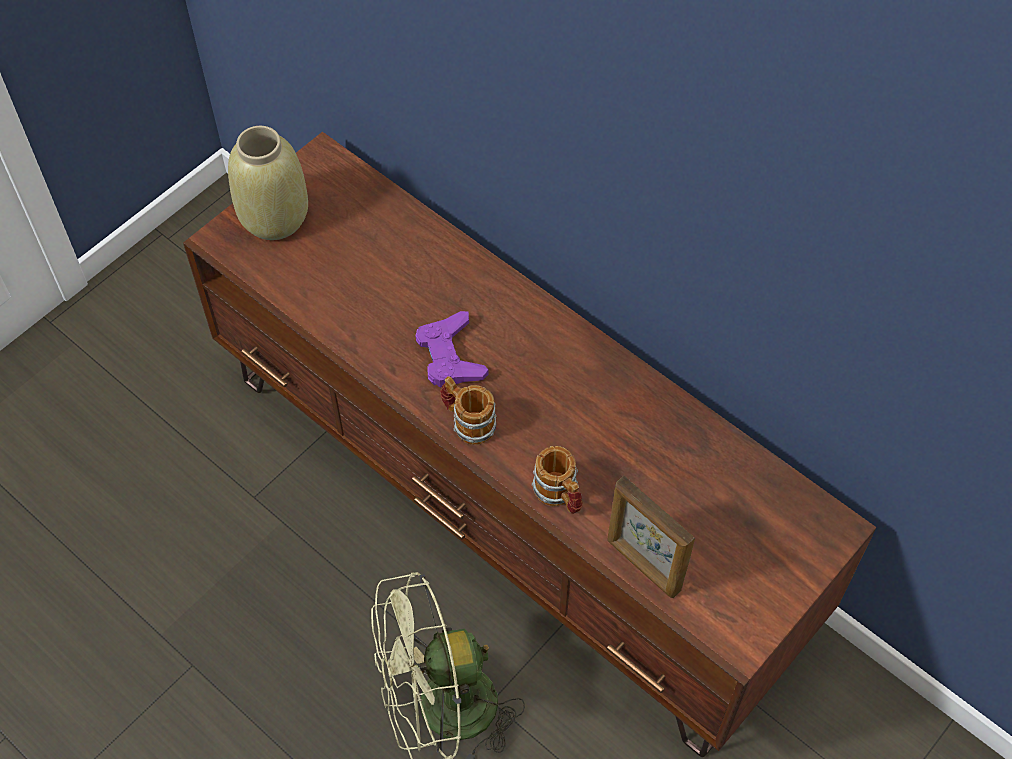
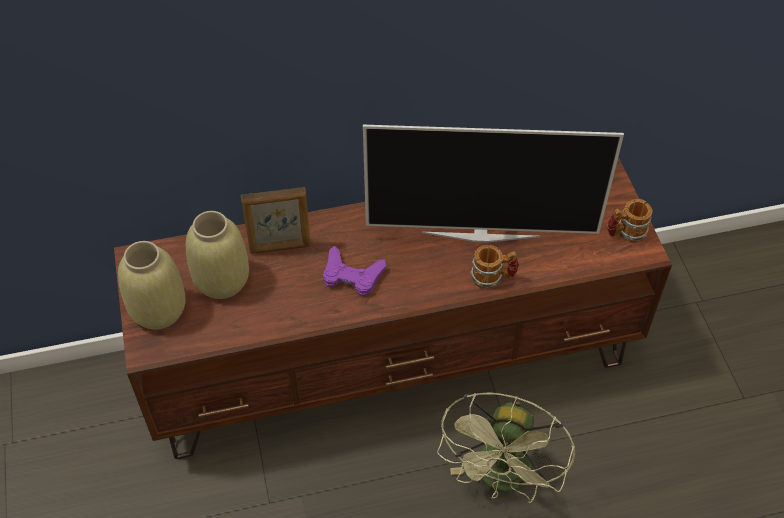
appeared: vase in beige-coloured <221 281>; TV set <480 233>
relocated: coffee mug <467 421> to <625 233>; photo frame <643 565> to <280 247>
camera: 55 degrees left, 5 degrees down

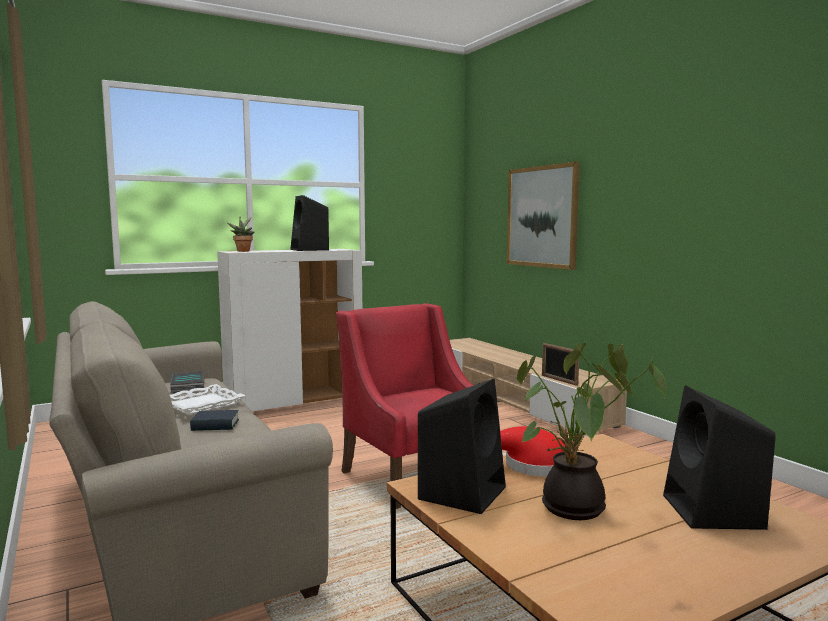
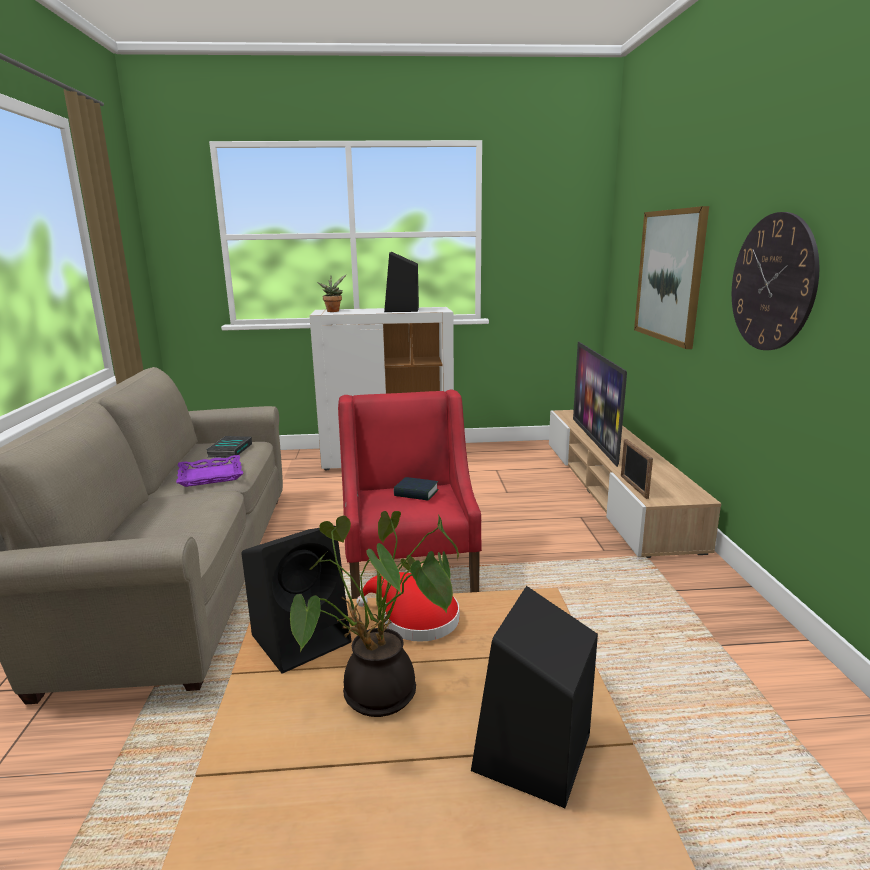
appeared: TV set <595 441>; wall clock <772 282>
relocated: volume <215 425> to <416 493>
colour: tray in white <201 404> to tray in purple-coloured <211 475>
camera: 25 degrees right, 10 degrees up

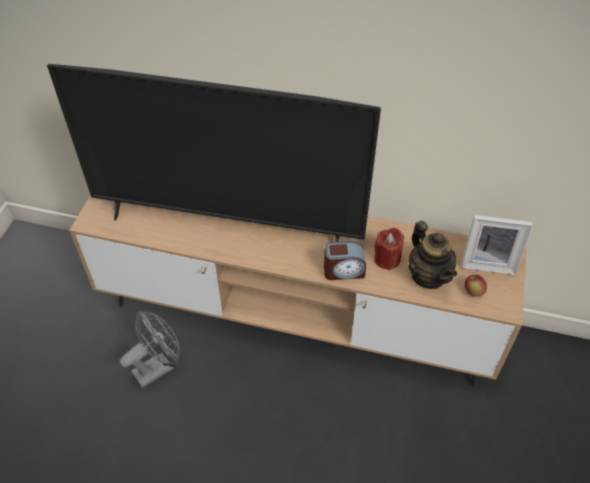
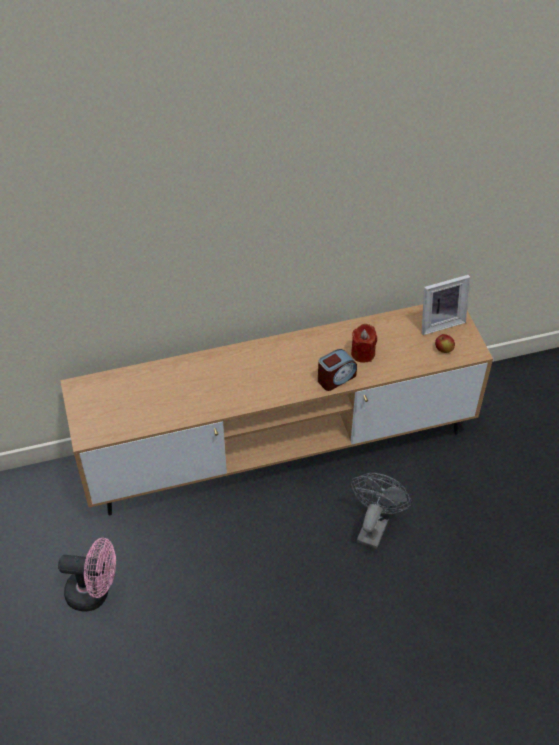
missing: TV set <226 225>; tea pot <428 276>
appeared: fan in pink <95 592>
relocated: fan in gray <158 367> to <374 526>
camera: 30 degrees left, 0 degrees up

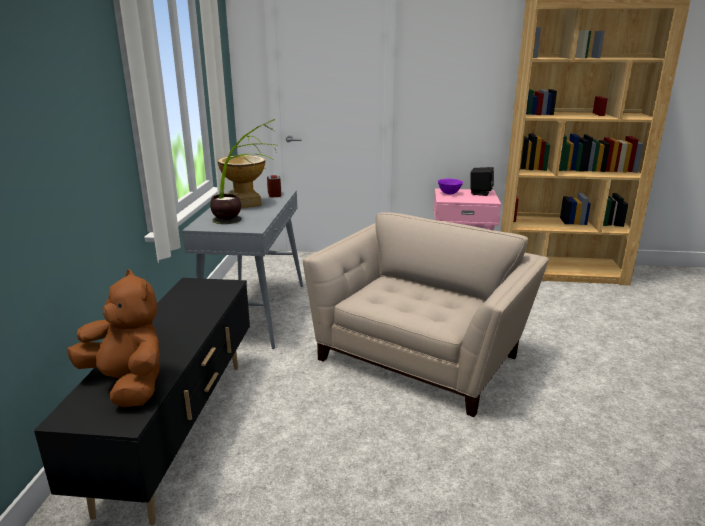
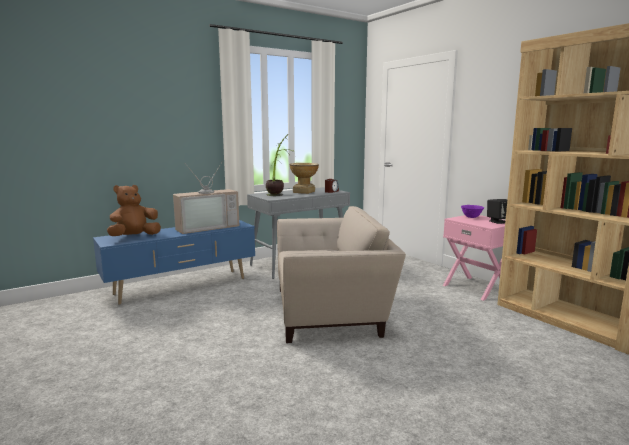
appeared: TV set <206 227>
colour: media console in blackish <179 429> to media console in bluish <182 286>
spun: cuddly toy in brownish <128 384> = <134 237> 135 degrees counterclockwise
camera: 50 degrees right, 10 degrees down

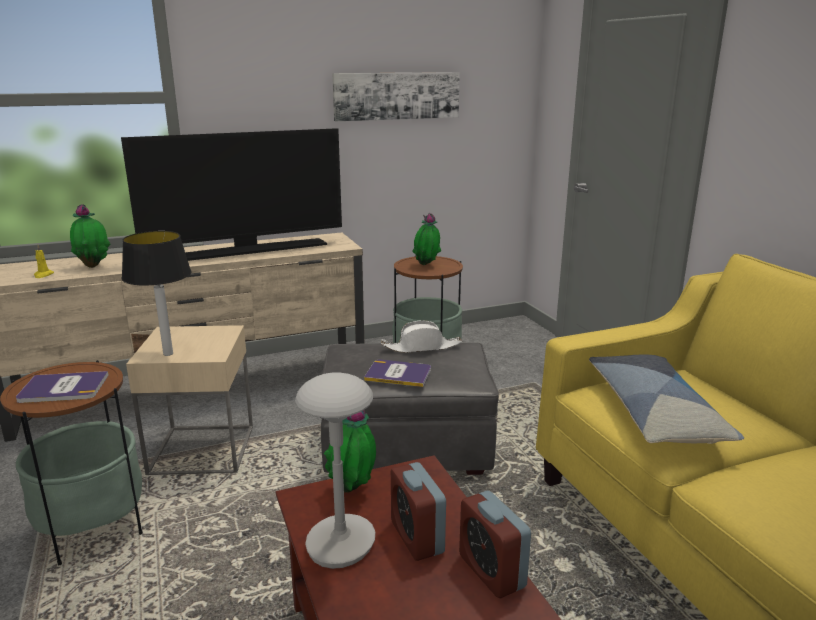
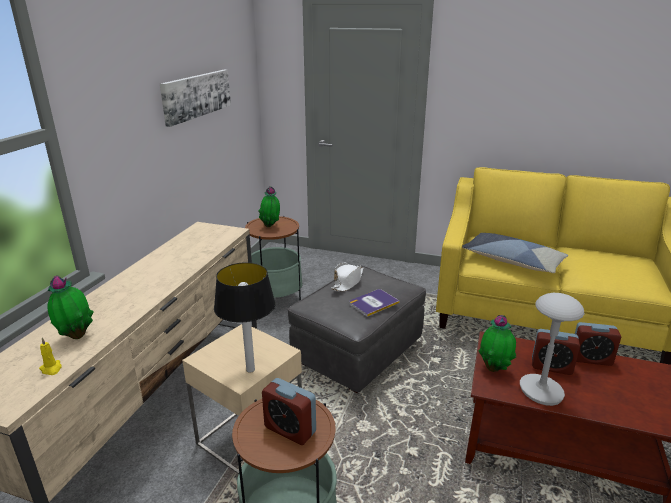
missing: TV set <247 251>
exchanged: volume <63 388> to alarm clock <290 429>
camera: 50 degrees left, 5 degrees up

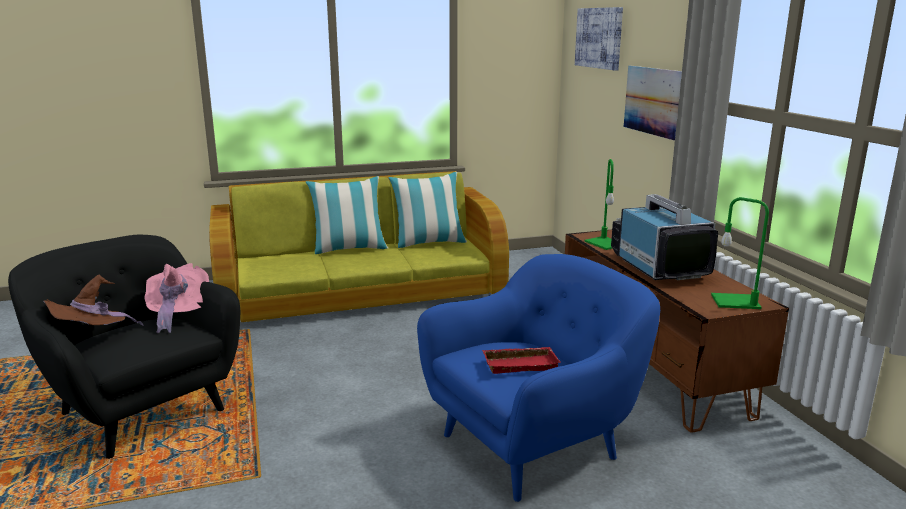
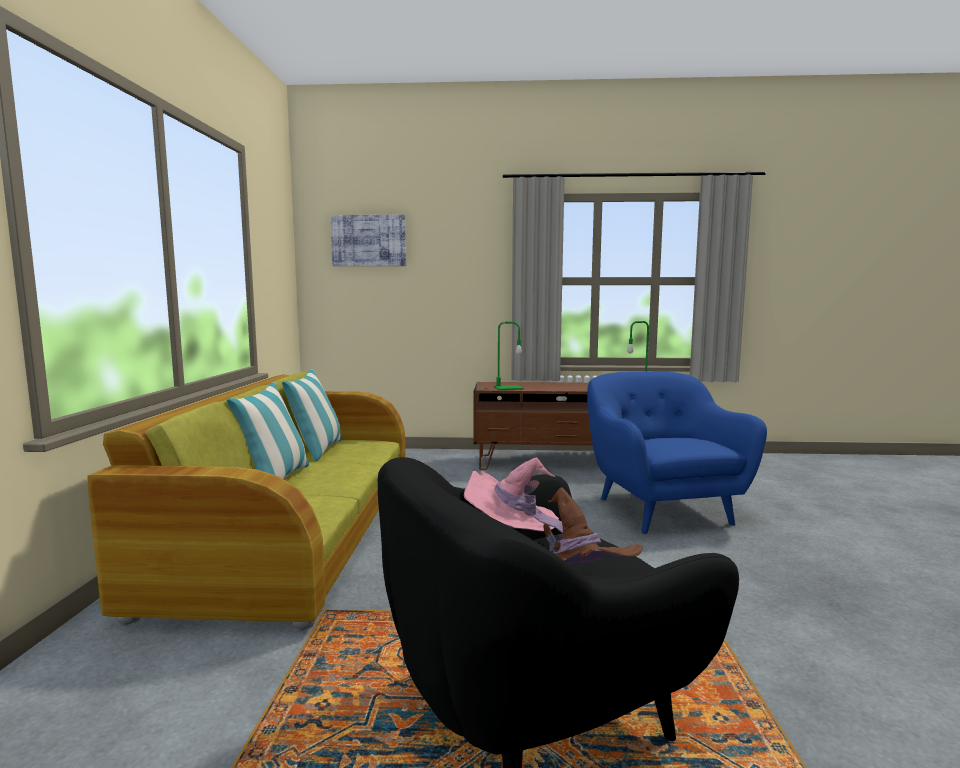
missing: tray in reddish <520 364>; TV set <658 267>; wall art <653 101>
camera: 70 degrees left, 10 degrees down

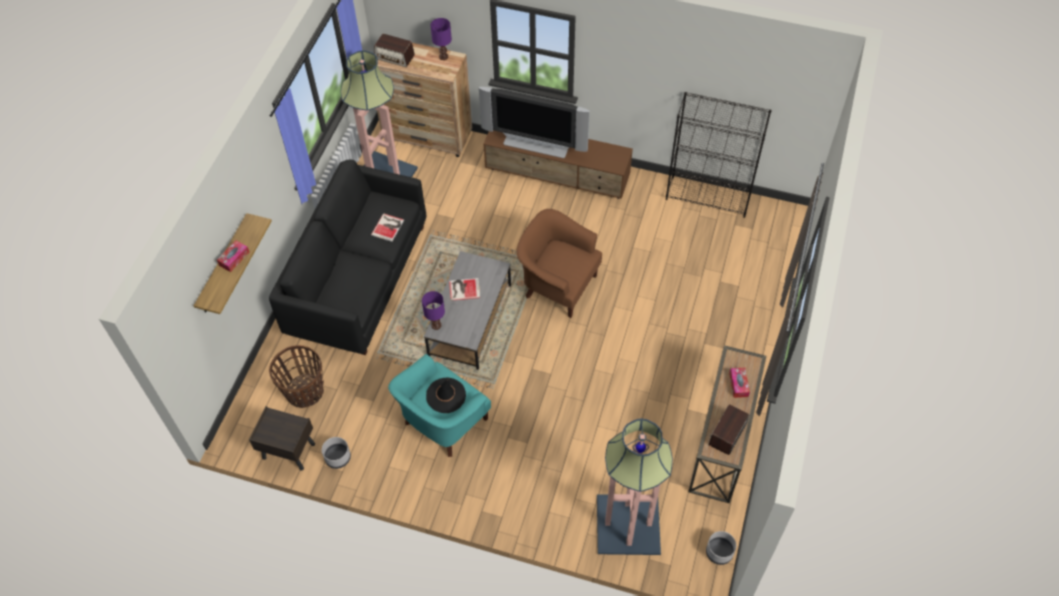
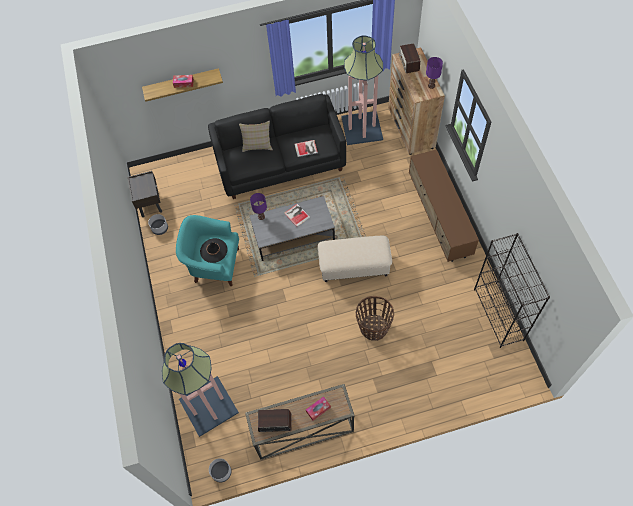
missing: TV set <536 145>
appeared: pillow in beige-coloured <257 144>
relocated: storage basket <304 392> to <373 328>
exchanged: lounge chair in brownish <557 285> to ottoman in beige-coloured <354 266>
camera: 60 degrees right, 5 degrees up

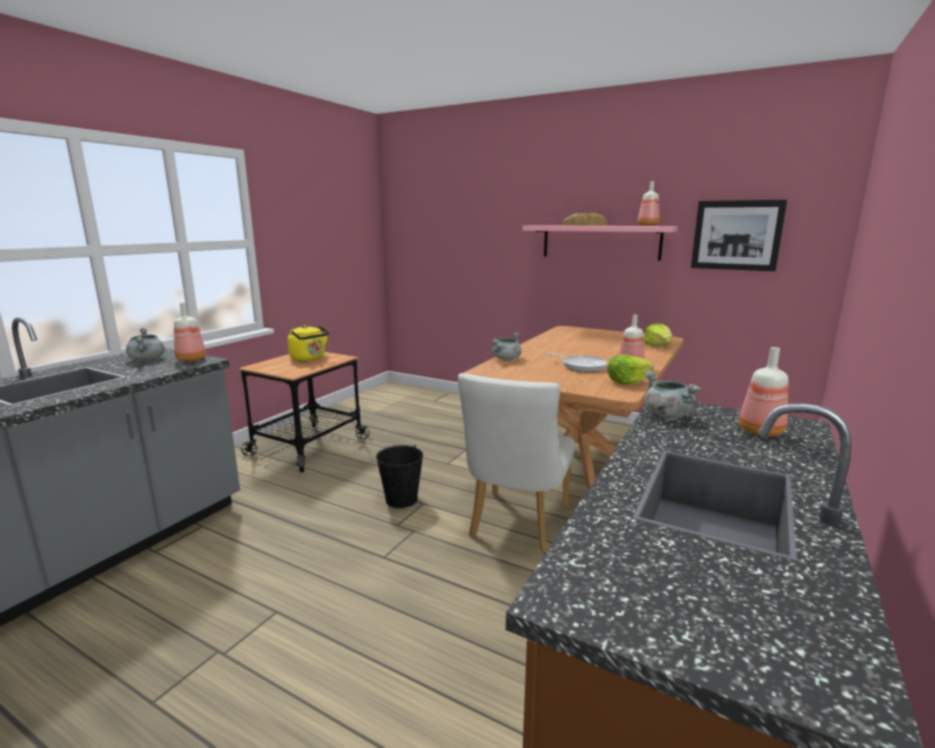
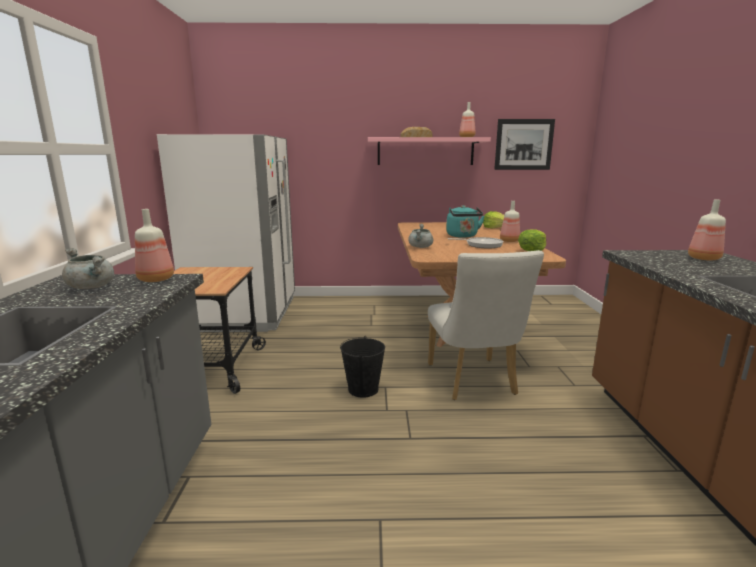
missing: tea kettle in yellowish <309 359>; cooking pot in gray <666 415>
appeared: refrigerator in white <245 313>; tea kettle in turquoise-coloured <463 236>
camera: 30 degrees left, 0 degrees up

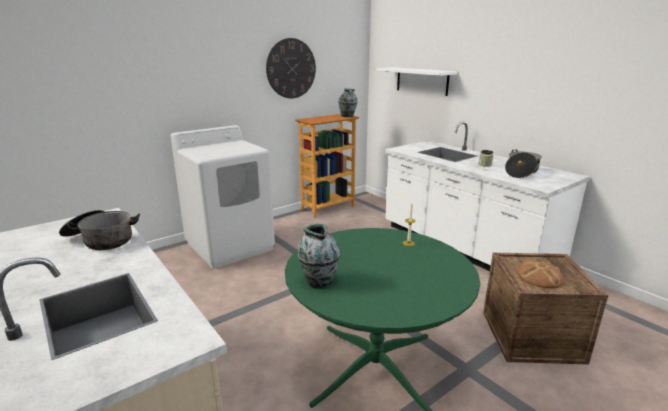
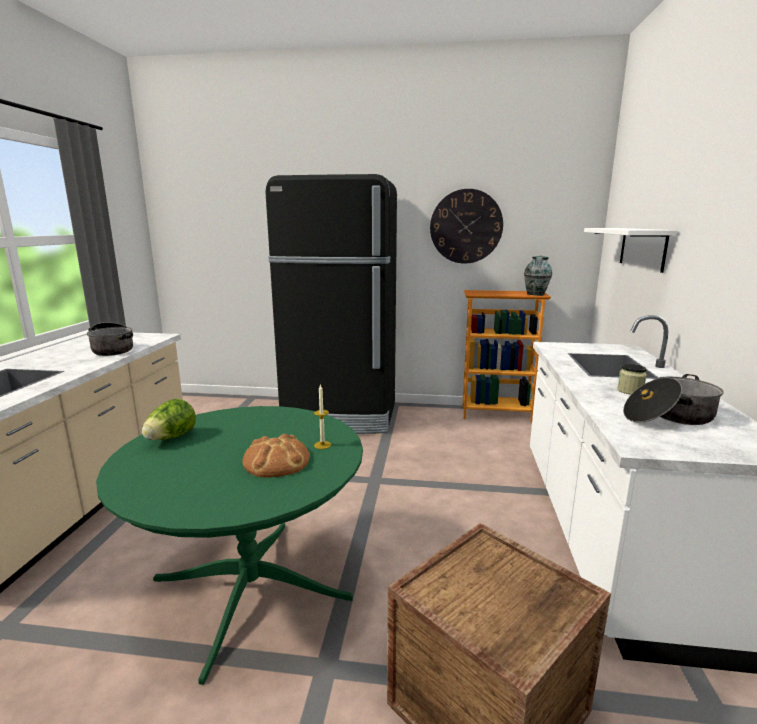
relocated: baked bread <539 277> to <277 460>
exchanged: laundry appliance in white <230 246> to refrigerator in blackish <341 416>; vase <319 281> to lettuce head <171 438>
camera: 45 degrees right, 5 degrees down

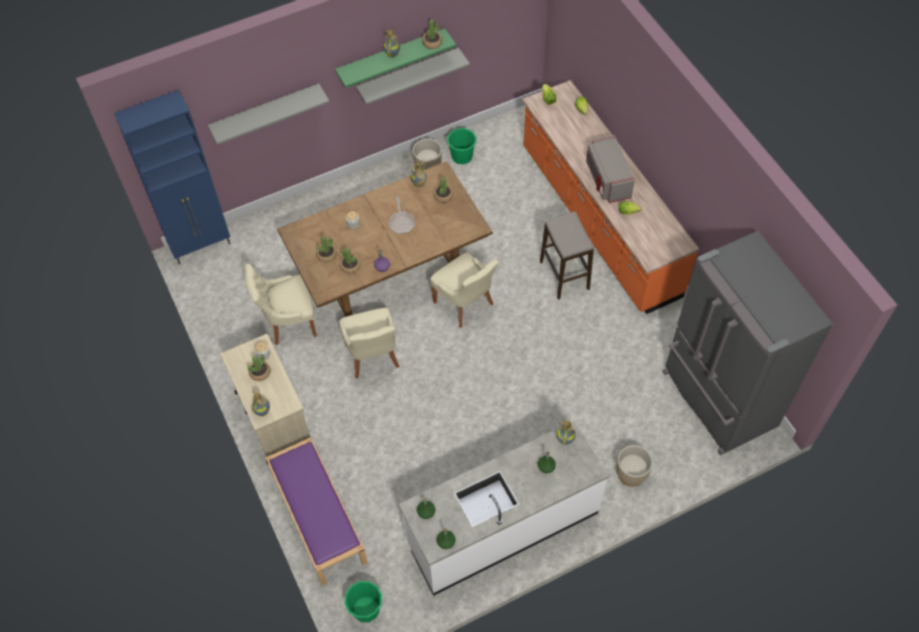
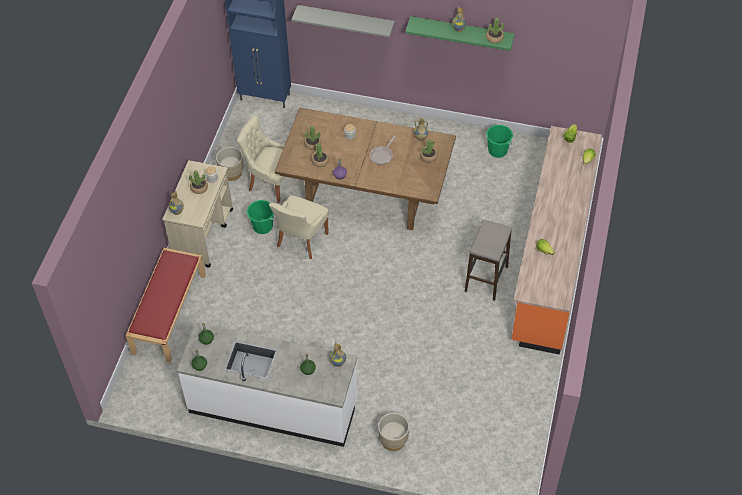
missing: wall shelf in gray <408 74>; plain chair in beige-coloured <465 304>; kitchen microwave in gray <607 179>; refrigerator in gray <716 400>
relocated: water bucket in green <366 609> to <262 226>; flower pot in beige-coloured <428 167> to <231 173>
colour: indoor bench in purple-coloured <318 517> to indoor bench in reddish <169 313>
camera: 40 degrees right, 5 degrees down

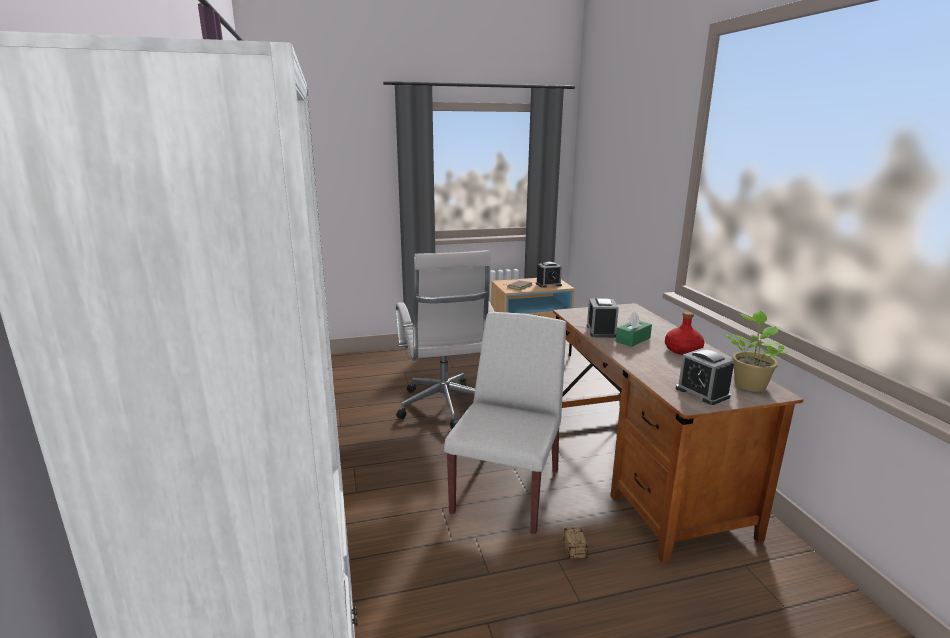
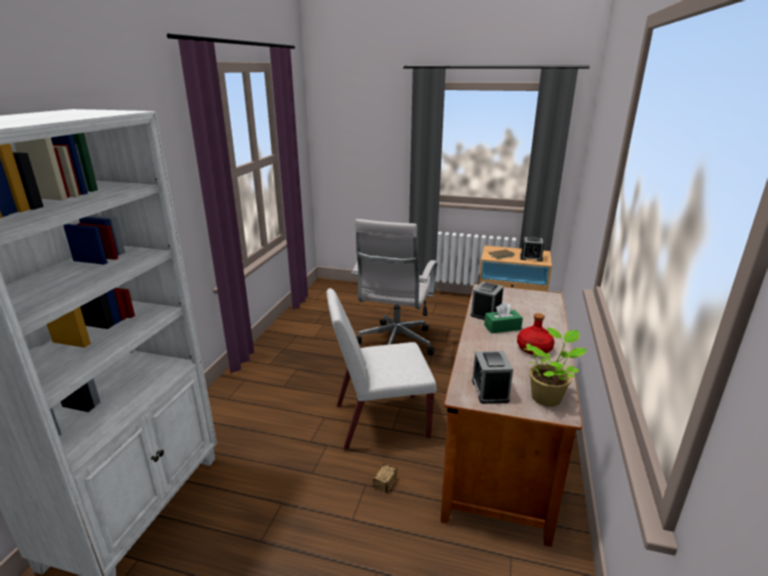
spun: plain chair in white <507 490> = <379 421> 150 degrees counterclockwise
camera: 30 degrees right, 5 degrees up

